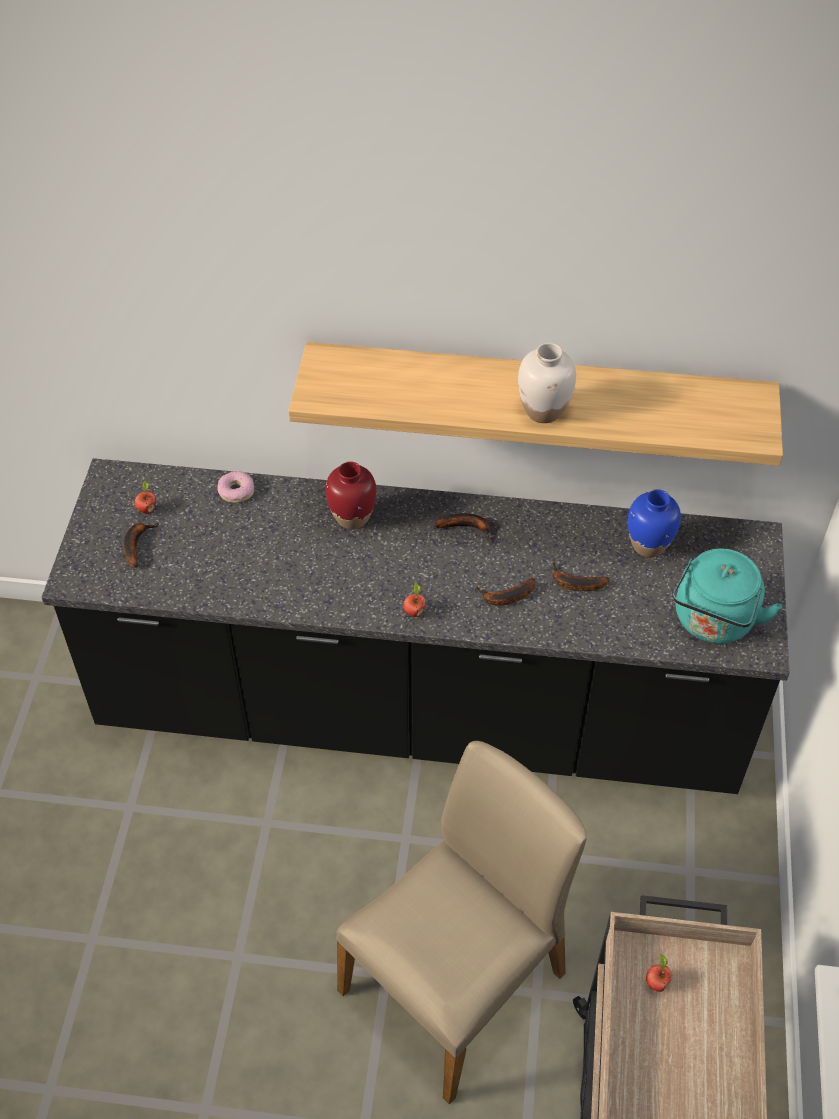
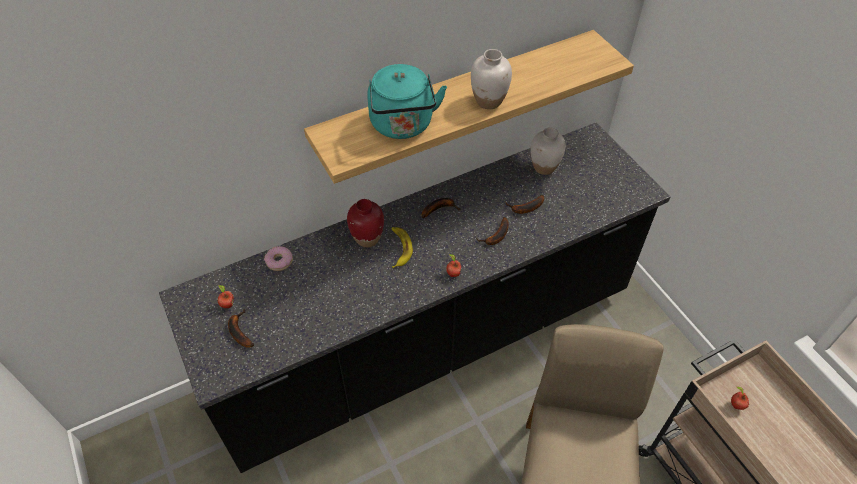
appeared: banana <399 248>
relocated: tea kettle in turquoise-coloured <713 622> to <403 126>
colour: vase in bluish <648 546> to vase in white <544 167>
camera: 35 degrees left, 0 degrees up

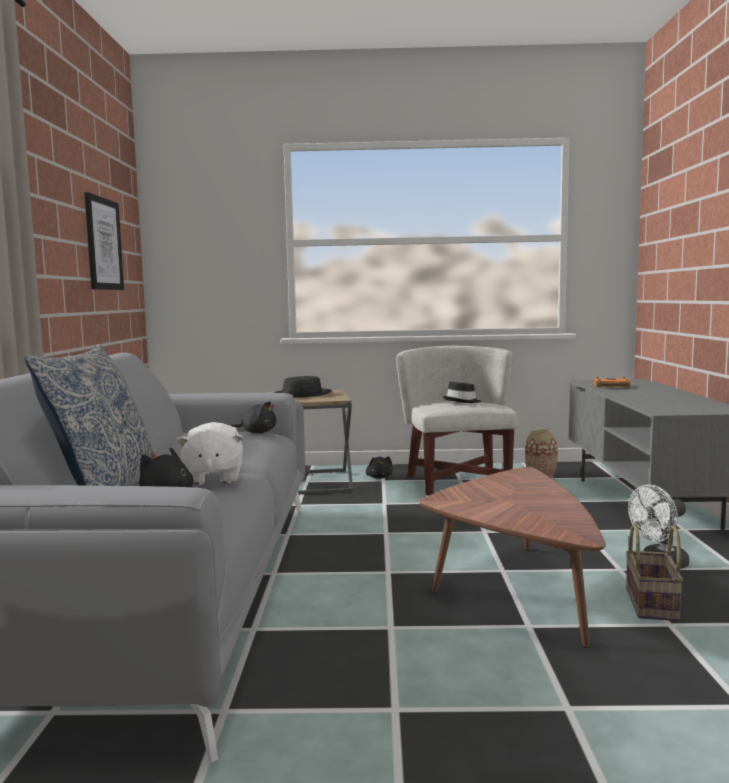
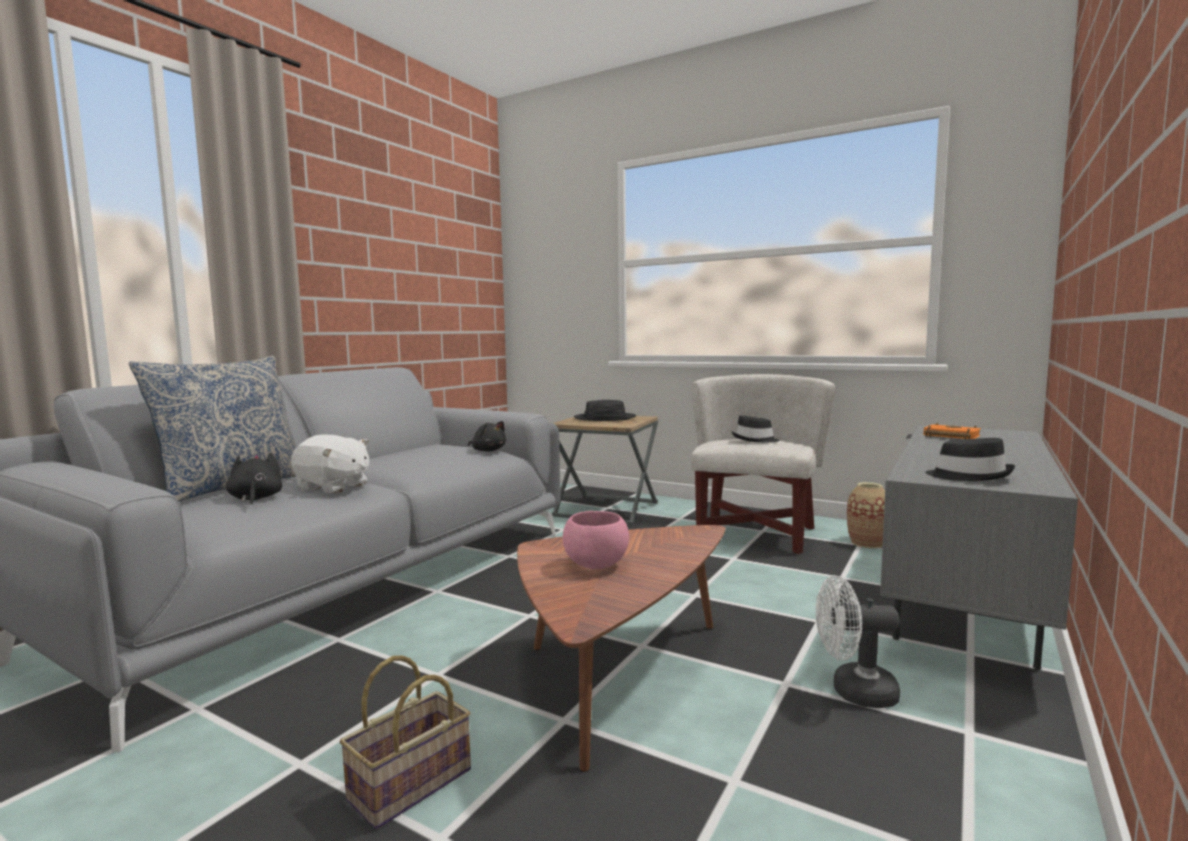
missing: wall art <103 244>; cuddly toy in blackish <379 477>
appeared: deep dish in pink <596 565>; clothing hat in blackish <969 476>
relocated: storage basket <653 605> to <409 787>
spun: cuddly toy in white <213 478> = <333 487> 90 degrees counterclockwise
camera: 30 degrees right, 0 degrees up

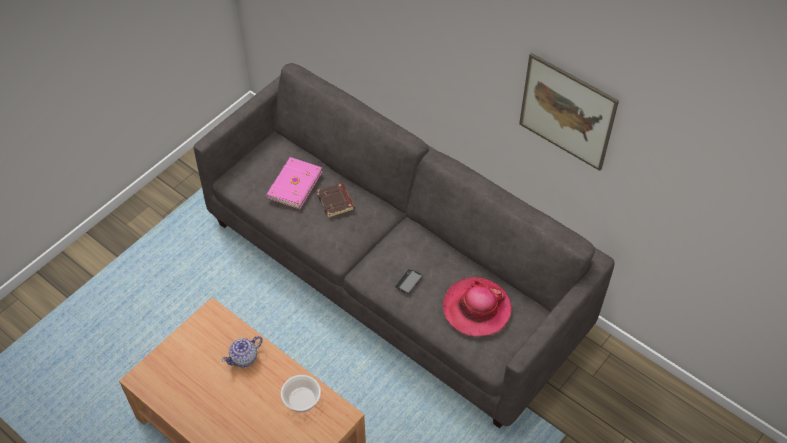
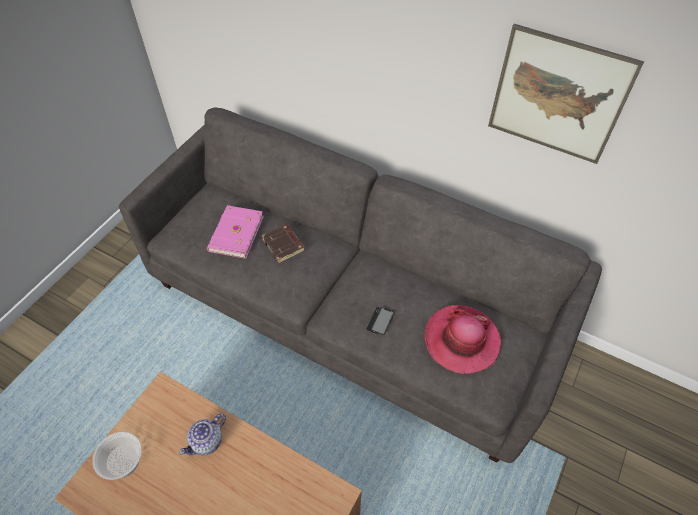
relocated: deep dish <301 399> to <122 461>
camera: 10 degrees left, 0 degrees up

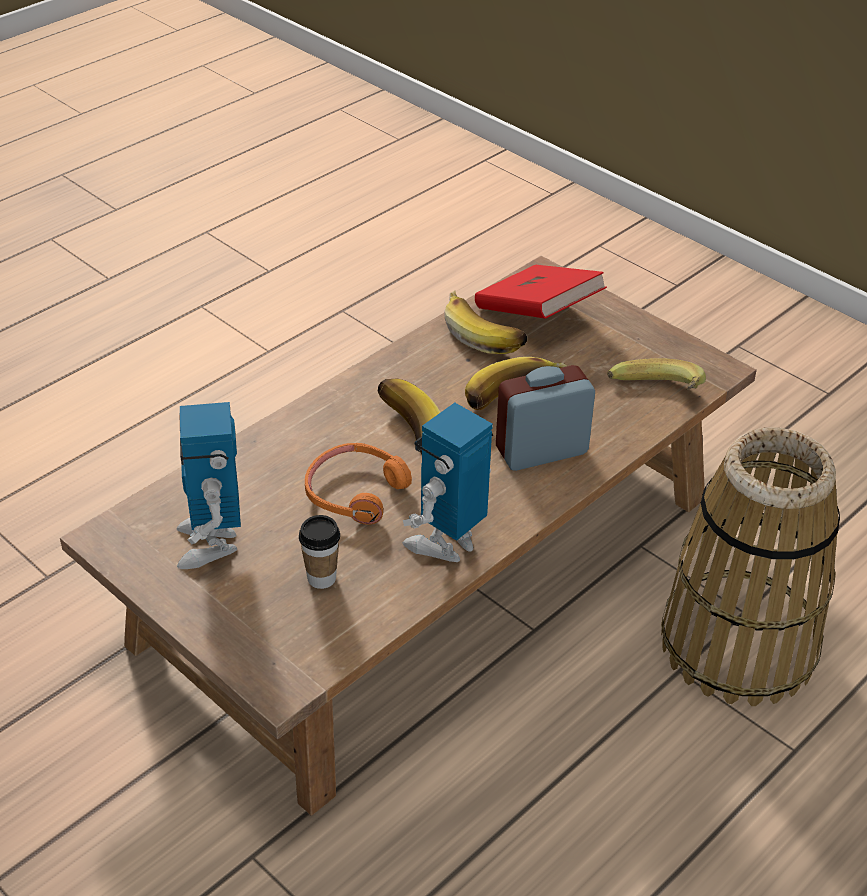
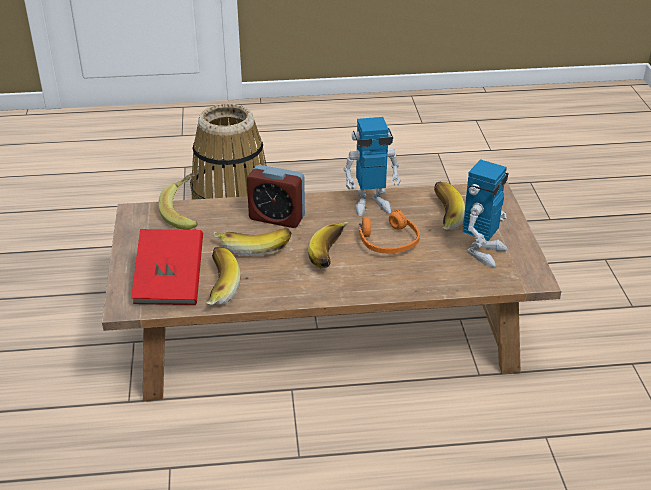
exchanged: small cup <321 578> to banana <442 216>
camera: 140 degrees left, 5 degrees down

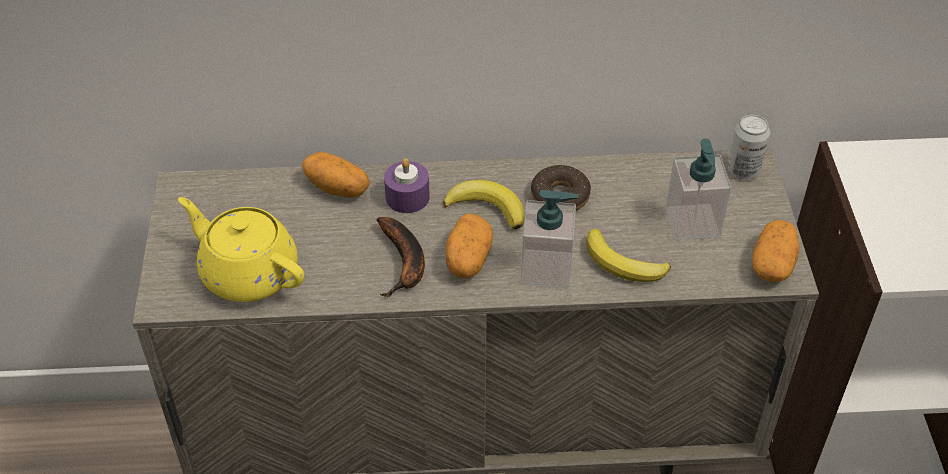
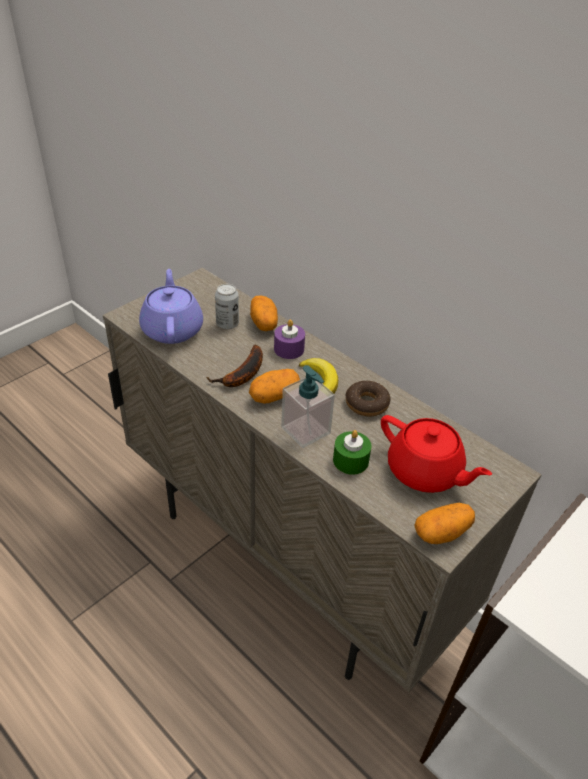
relocated: can <743 170> to <227 324>
exchanged: banana <623 264> to wax candle in green <350 460>; liquid soap bottle <692 222> to tea pot in reddish <425 472>
colour: tea pot in yellowish <248 273> to tea pot in purple-coloured <172 329>
camera: 45 degrees right, 5 degrees down

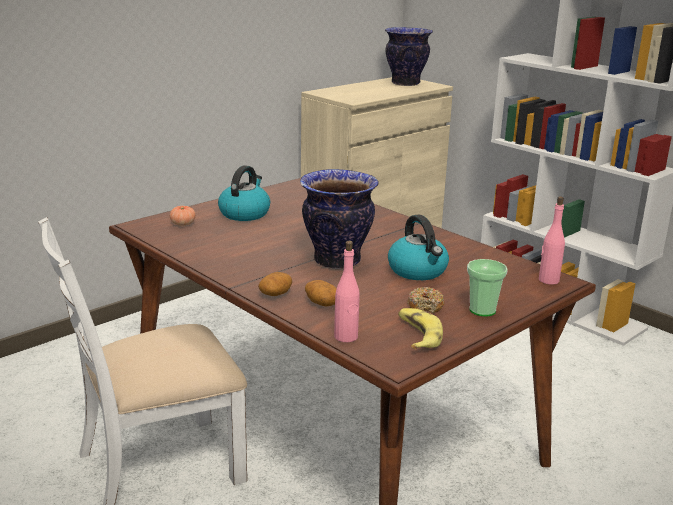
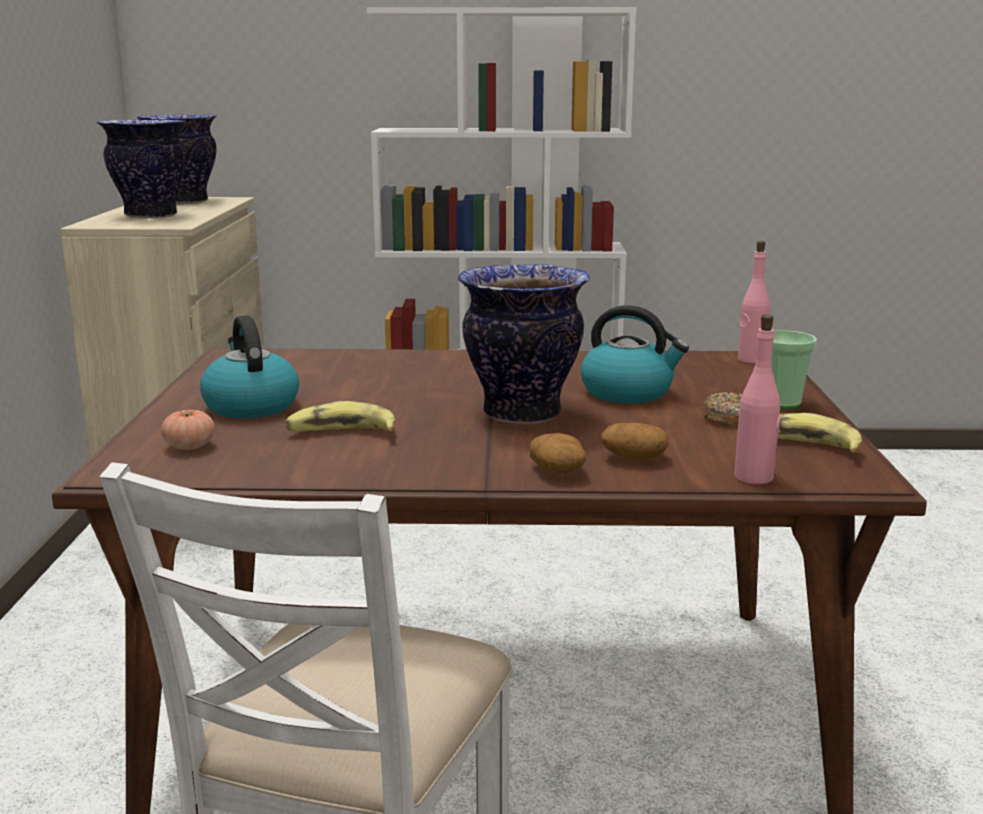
appeared: vase <152 216>; banana <341 433>
camera: 45 degrees left, 5 degrees down

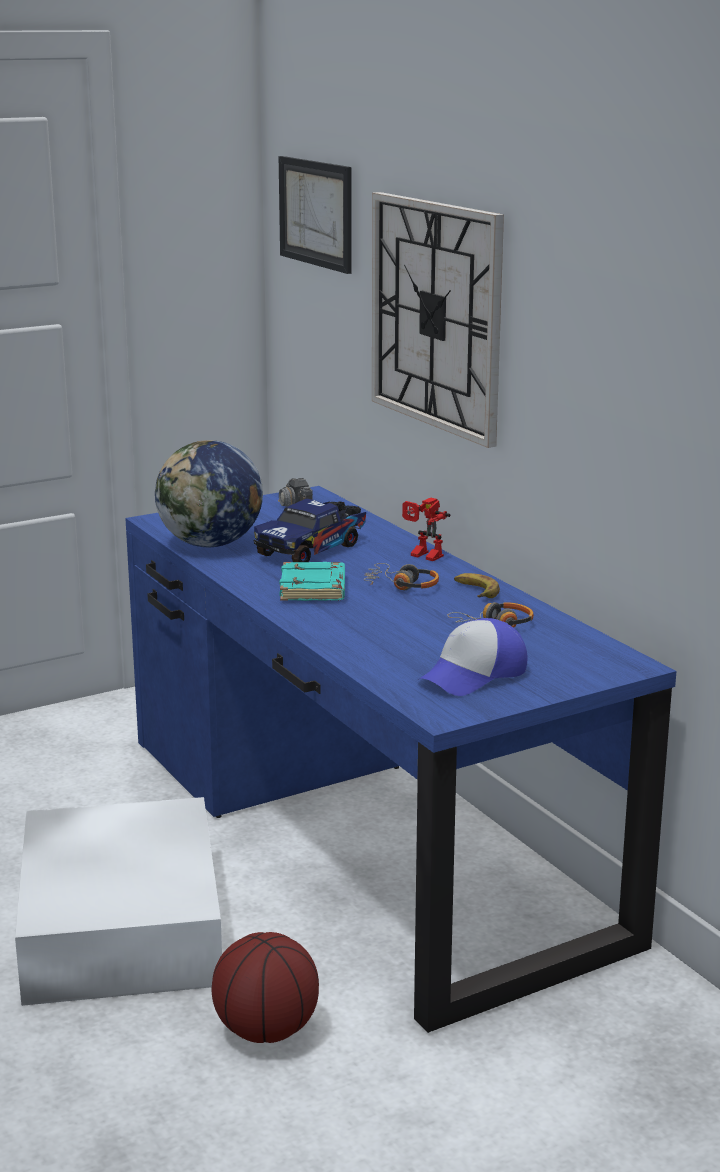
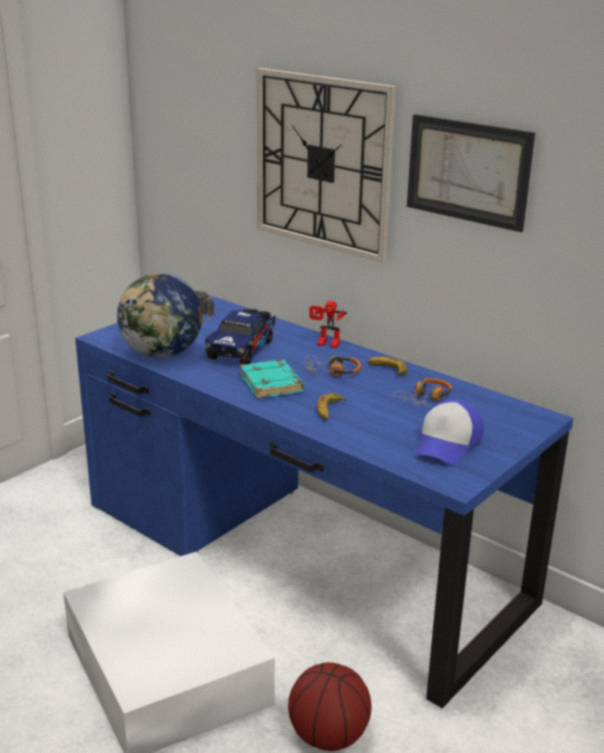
appeared: banana <329 411>
relocated: wall art <316 213> to <468 171>
camera: 20 degrees left, 5 degrees up

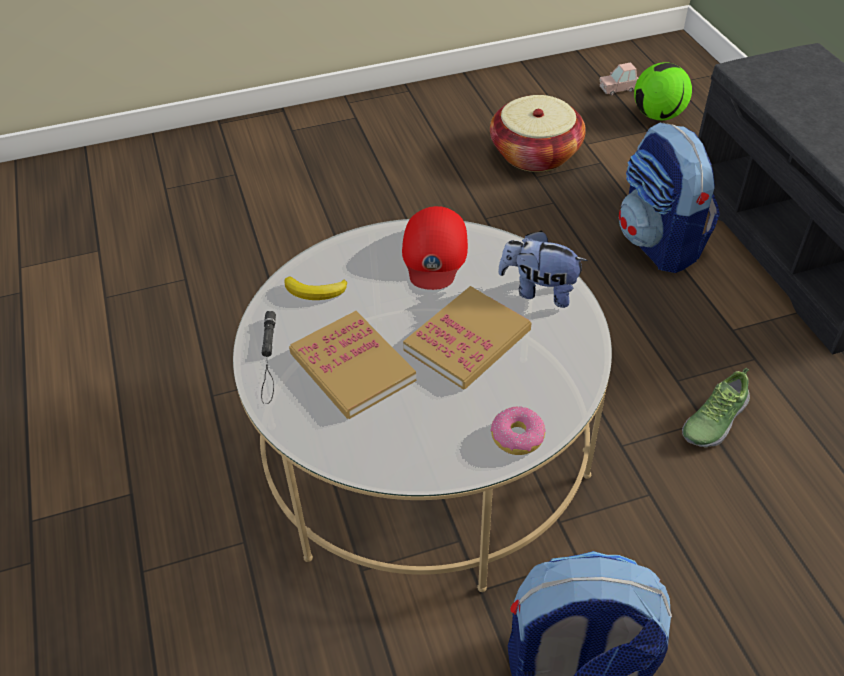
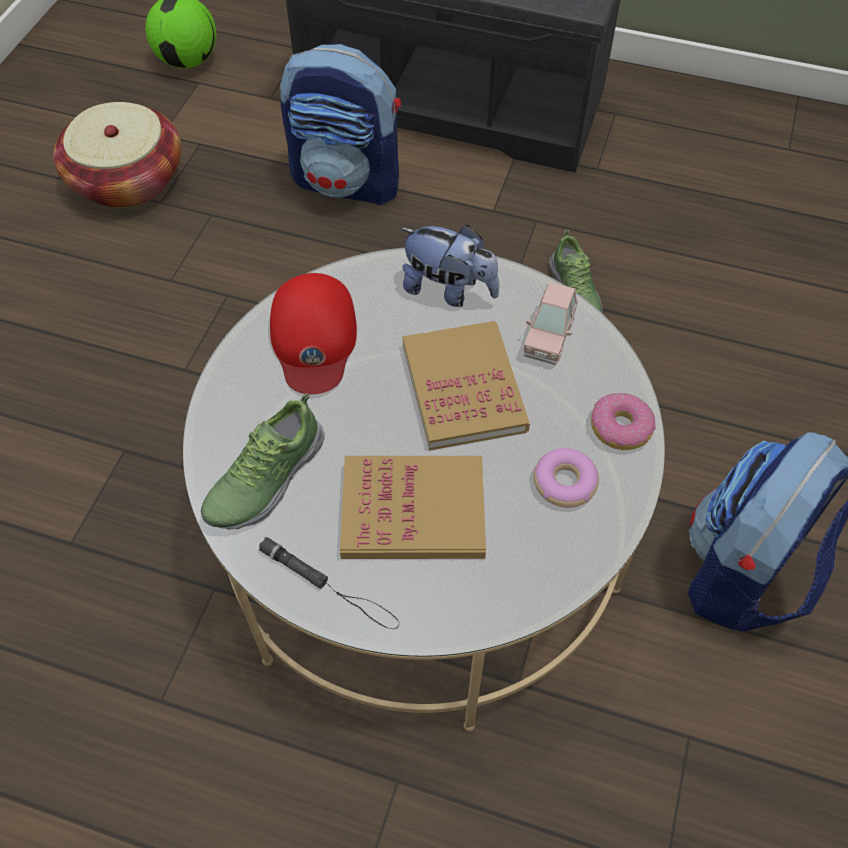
appeared: donut <564 482>
relocated: toy car in pink <618 89> to <548 337>
exchanged: banana <316 292> to shoe <264 478>
spun: cap in reddish <434 254> = <314 338> 45 degrees clockwise; cuddly toy <539 291> = <449 290> 120 degrees counterclockwise
camera: 55 degrees left, 10 degrees up

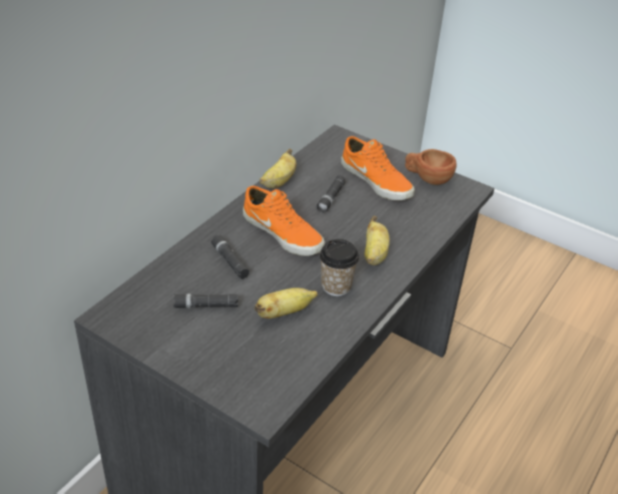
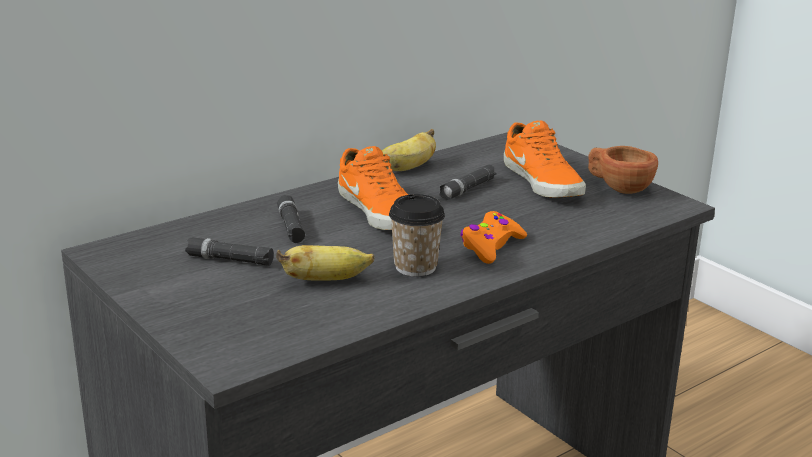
exchanged: banana <374 255> to game controller in orange <491 246>
camera: 20 degrees right, 15 degrees down

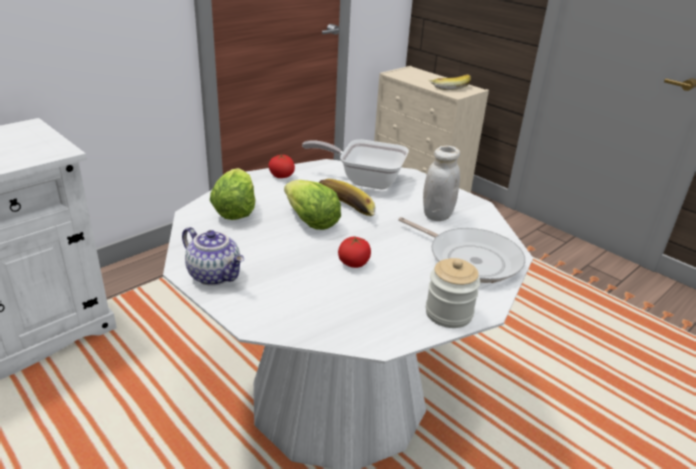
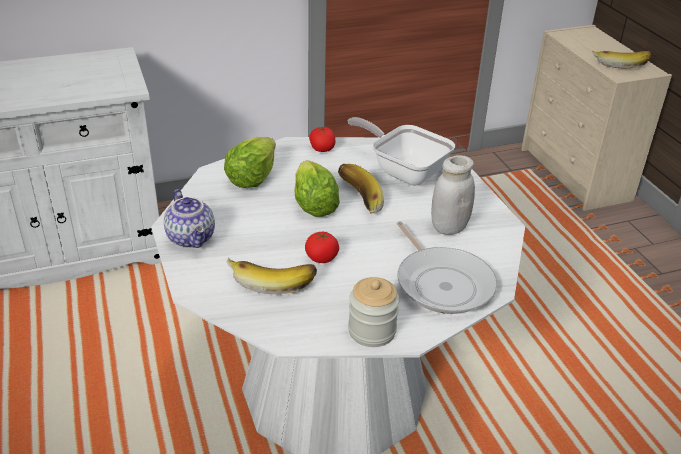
appeared: banana <273 280>
camera: 25 degrees right, 5 degrees up

